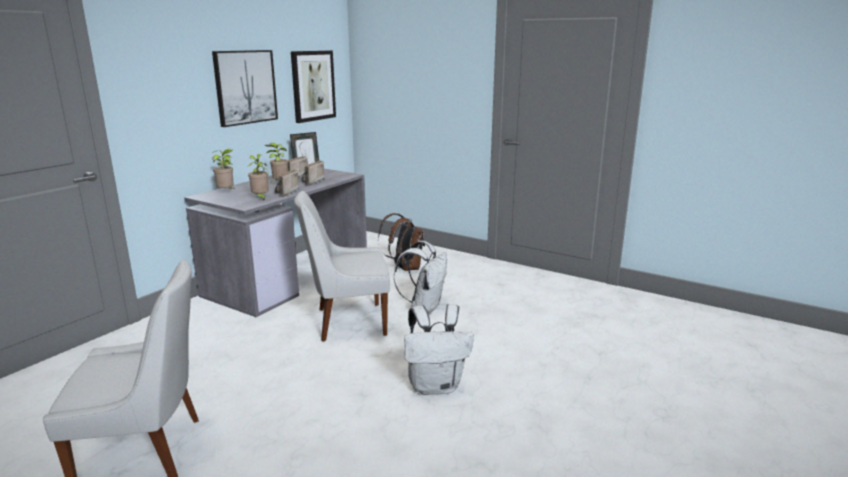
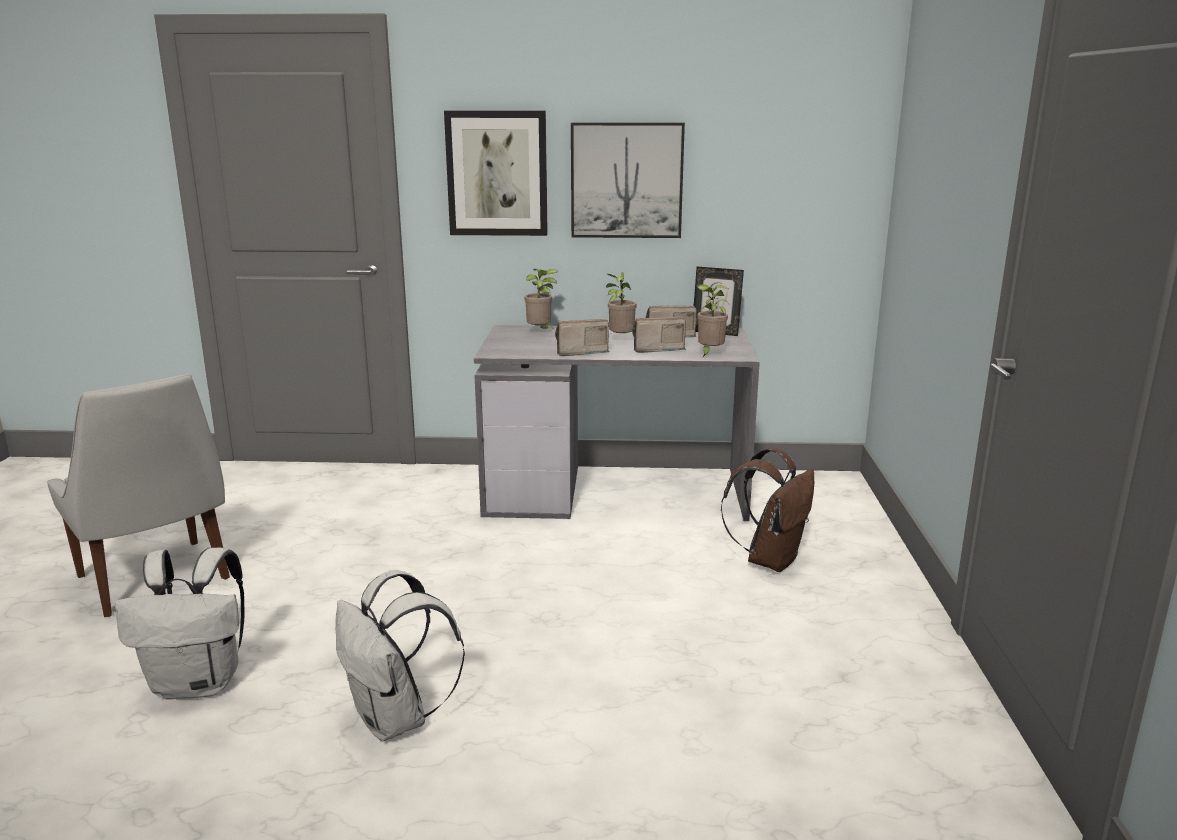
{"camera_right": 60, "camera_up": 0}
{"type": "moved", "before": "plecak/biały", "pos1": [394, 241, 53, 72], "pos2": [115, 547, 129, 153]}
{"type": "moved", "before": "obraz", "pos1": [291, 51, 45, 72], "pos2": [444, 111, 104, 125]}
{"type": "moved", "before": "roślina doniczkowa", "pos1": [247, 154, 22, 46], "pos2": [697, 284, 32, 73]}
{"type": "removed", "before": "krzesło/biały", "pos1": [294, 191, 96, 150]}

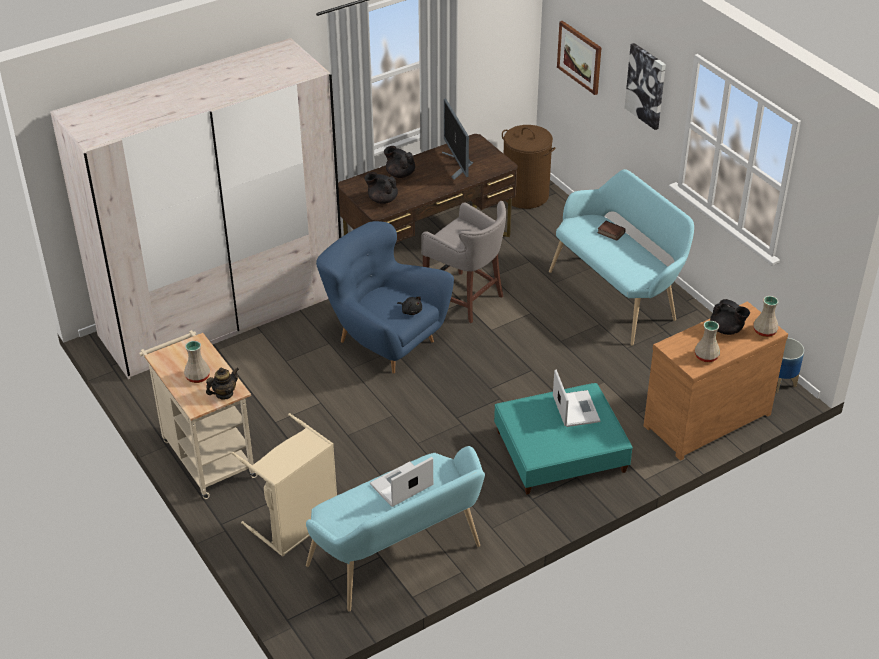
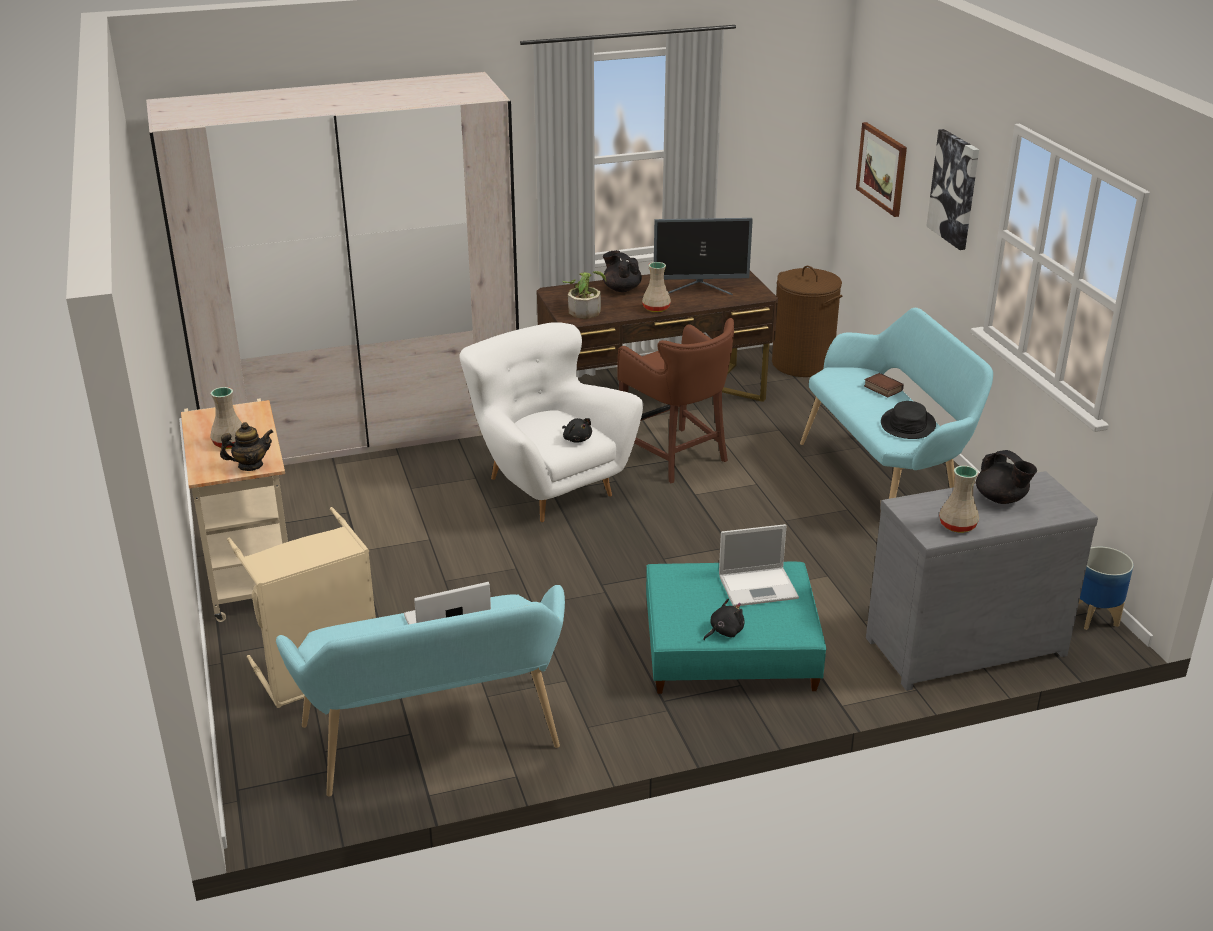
{"camera_right": 15, "camera_up": -10}
{"type": "recoloured", "before": "fotel/niebieski", "after": "fotel/biały", "pos1": [316, 221, 138, 153], "pos2": [459, 322, 184, 200]}
{"type": "replaced", "before": "imbryk/czarny", "after": "roślina doniczkowa", "pos1": [364, 172, 34, 32], "pos2": [562, 271, 44, 48]}
{"type": "recoloured", "before": "stołek/szary", "after": "stołek/brązowy", "pos1": [421, 201, 85, 122], "pos2": [617, 318, 117, 165]}
{"type": "moved", "before": "wazon/beżowy", "pos1": [753, 296, 25, 41], "pos2": [642, 262, 29, 50]}
{"type": "turned", "before": "monitor", "pos1": [442, 98, 31, 82], "pos2": [654, 218, 99, 77], "turn": -90}
{"type": "added", "after": "pluszak/czarny", "pos2": [703, 599, 41, 41]}
{"type": "turned", "before": "laptop", "pos1": [553, 370, 47, 57], "pos2": [719, 524, 80, 83], "turn": 75}
{"type": "recoloured", "before": "komoda/brązowy", "after": "komoda/szary", "pos1": [643, 301, 145, 160], "pos2": [866, 471, 232, 220]}
{"type": "added", "after": "kapelusz/czarny", "pos2": [881, 401, 55, 38]}

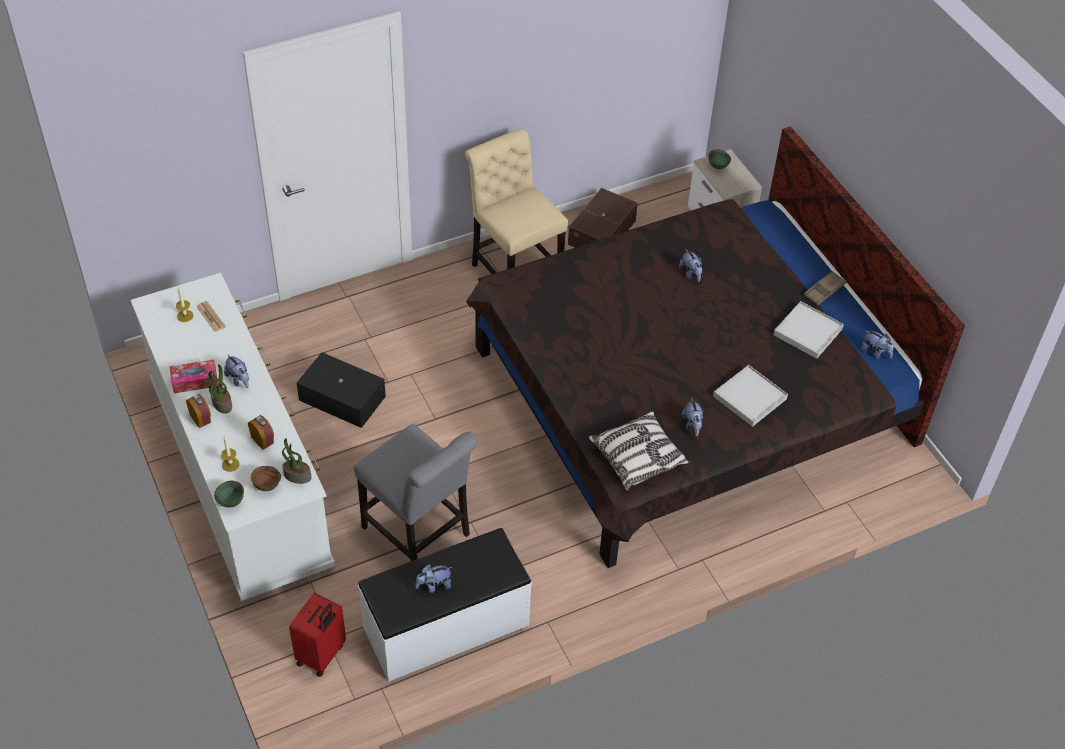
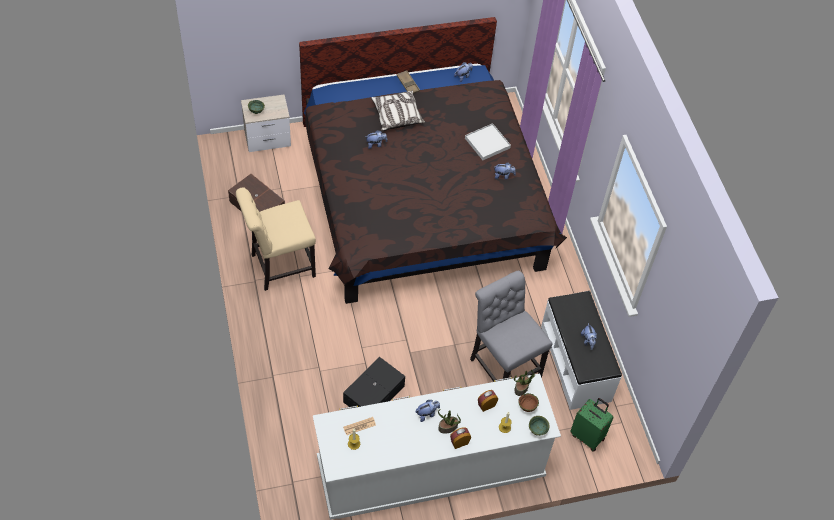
{"camera_right": -80, "camera_up": 5}
{"type": "moved", "before": "poduszka", "pos1": [588, 411, 102, 80], "pos2": [371, 90, 54, 41]}
{"type": "turned", "before": "krzesło/szary", "pos1": [354, 424, 124, 137], "pos2": [470, 270, 83, 112], "turn": -90}
{"type": "recoloured", "before": "walizka/czerwony", "after": "walizka/zielony", "pos1": [289, 593, 57, 84], "pos2": [570, 398, 44, 54]}
{"type": "removed", "before": "pudełko chusteczek", "pos1": [170, 360, 48, 33]}
{"type": "removed", "before": "taca/biały", "pos1": [773, 301, 71, 58]}

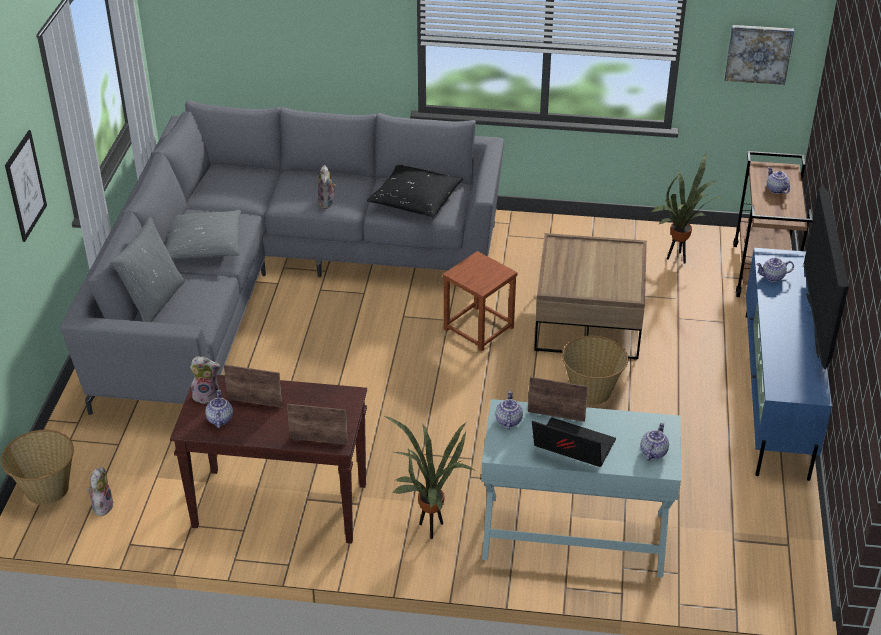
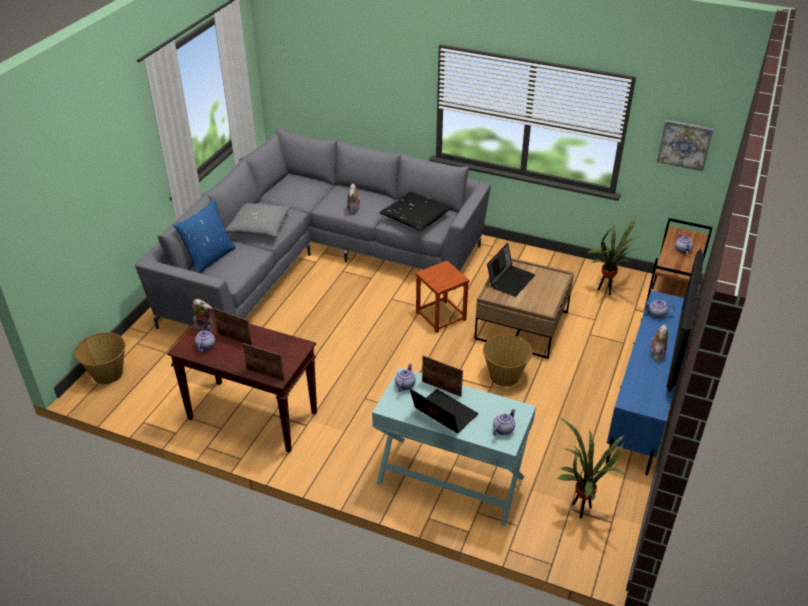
{"camera_right": 15, "camera_up": 0}
{"type": "recoloured", "before": "poduszka/szary", "after": "poduszka/niebieski", "pos1": [110, 217, 75, 105], "pos2": [174, 200, 62, 73]}
{"type": "added", "after": "laptop", "pos2": [487, 243, 48, 54]}
{"type": "moved", "before": "roślina doniczkowa", "pos1": [383, 415, 91, 124], "pos2": [556, 418, 69, 100]}
{"type": "moved", "before": "pluszak", "pos1": [87, 467, 27, 49], "pos2": [649, 324, 19, 37]}
{"type": "removed", "before": "obraz", "pos1": [5, 130, 42, 112]}

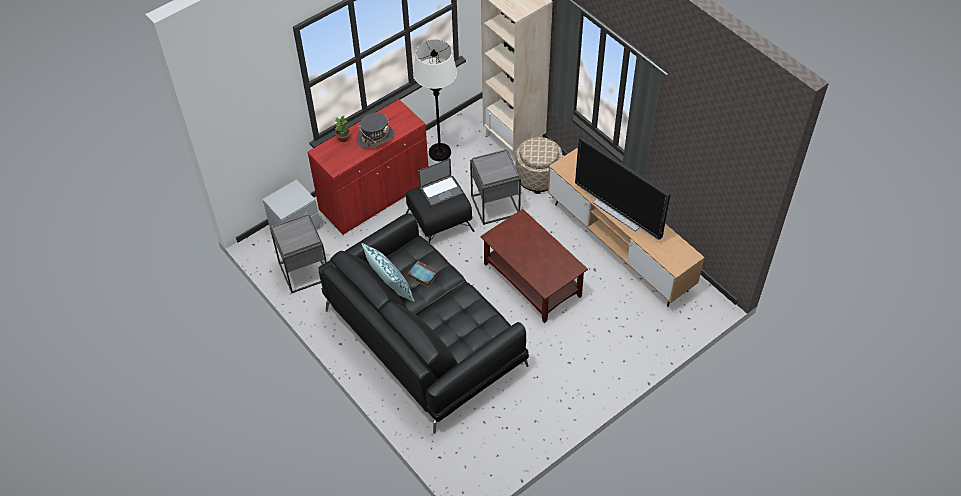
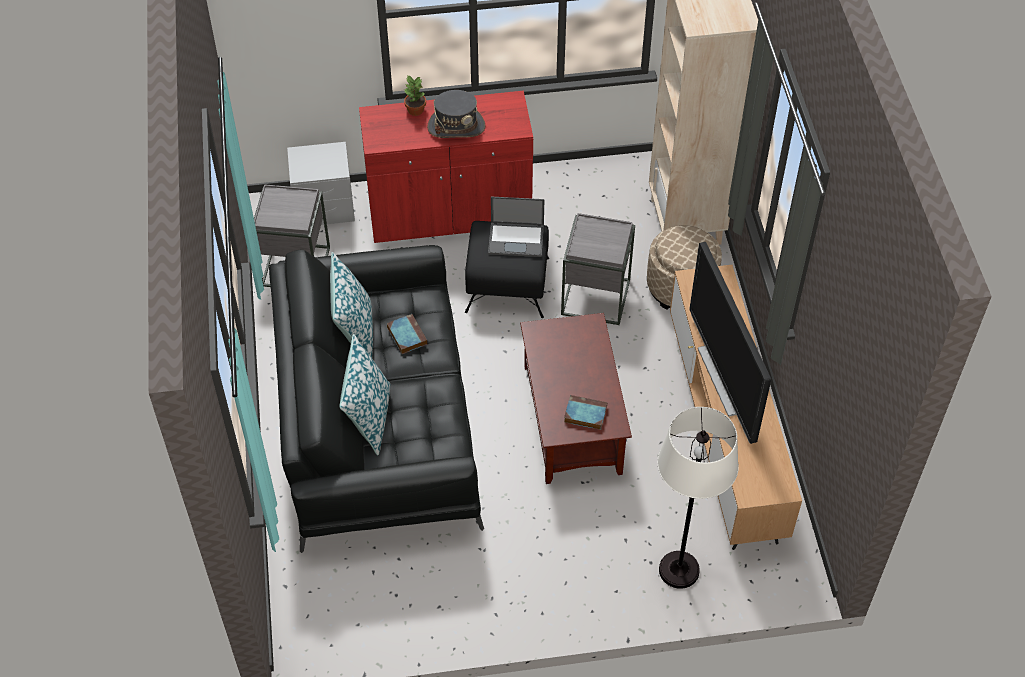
{"camera_right": 30, "camera_up": 0}
{"type": "added", "after": "poduszka", "pos2": [339, 334, 52, 121]}
{"type": "added", "after": "książka", "pos2": [564, 395, 43, 35]}
{"type": "moved", "before": "lampa stojąca/biały", "pos1": [413, 39, 44, 122], "pos2": [657, 407, 82, 182]}

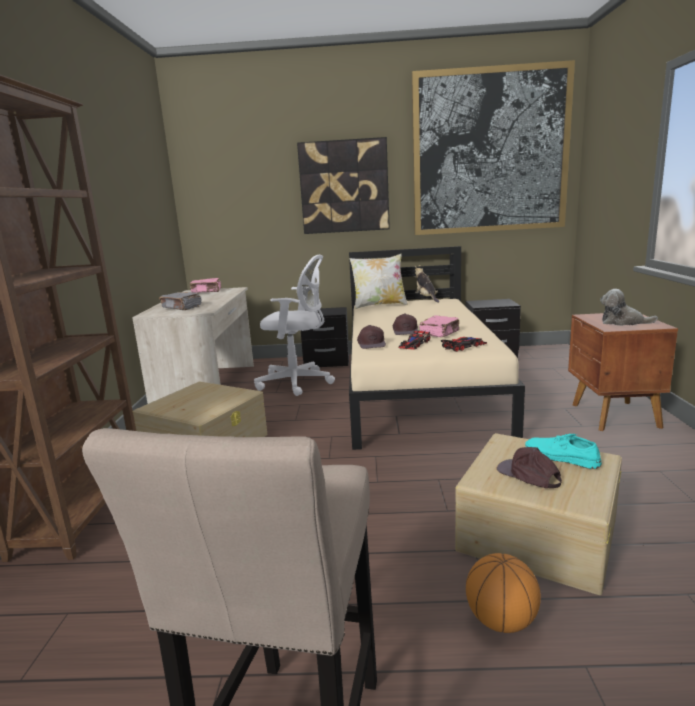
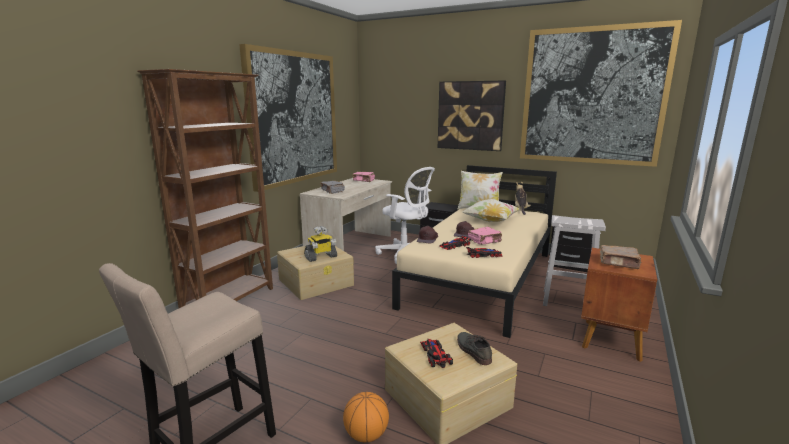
{"camera_right": 25, "camera_up": 0}
{"type": "added", "after": "obraz", "pos2": [239, 44, 98, 148]}
{"type": "added", "after": "robot zabawkowy", "pos2": [304, 226, 33, 36]}
{"type": "replaced", "before": "czapka z daszkiem/brązowy", "after": "samochodzik", "pos1": [497, 447, 65, 41], "pos2": [420, 339, 33, 29]}
{"type": "recoloured", "before": "but/turkusowy", "after": "but/szary", "pos1": [525, 433, 77, 36], "pos2": [457, 332, 35, 33]}
{"type": "added", "after": "poduszka", "pos2": [462, 199, 58, 23]}
{"type": "added", "after": "stołek/biały", "pos2": [543, 215, 63, 91]}
{"type": "replaced", "before": "pluszak", "after": "książka/brązowy", "pos1": [600, 289, 58, 37], "pos2": [600, 245, 42, 24]}

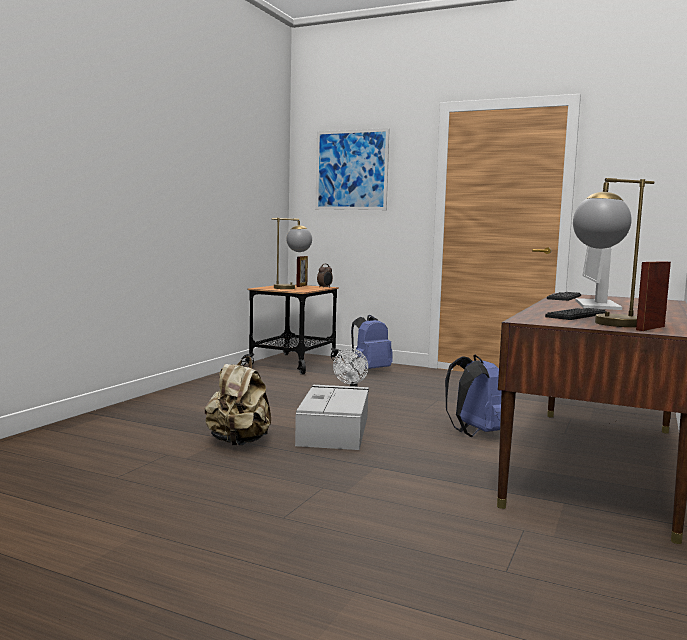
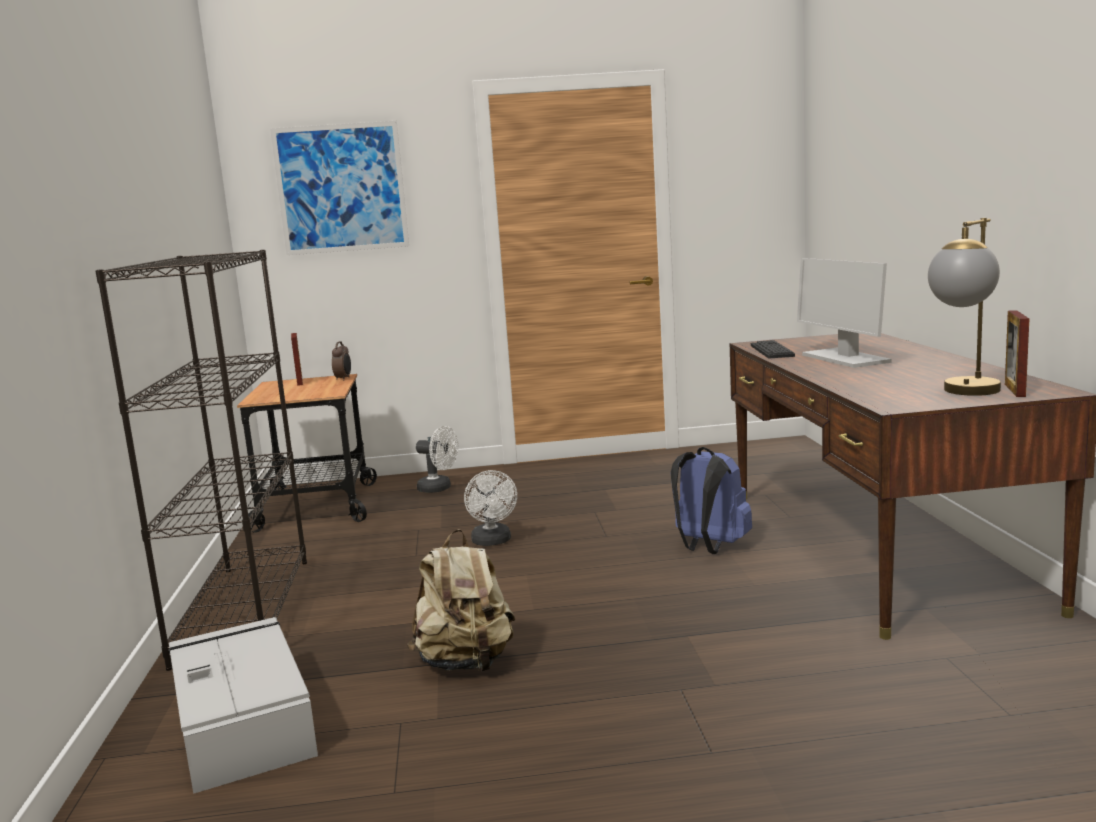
{"camera_right": -30, "camera_up": 5}
{"type": "added", "after": "regał/czarny", "pos2": [96, 250, 211, 421]}
{"type": "moved", "before": "pojemnik do przechowywania/szary", "pos1": [295, 385, 74, 65], "pos2": [169, 617, 149, 177]}
{"type": "replaced", "before": "plecak/niebieski", "after": "wentylator/biały", "pos1": [351, 315, 42, 54], "pos2": [416, 426, 43, 67]}
{"type": "removed", "before": "lampa stołowa", "pos1": [272, 218, 40, 71]}
{"type": "removed", "before": "klawiatura", "pos1": [545, 308, 62, 12]}

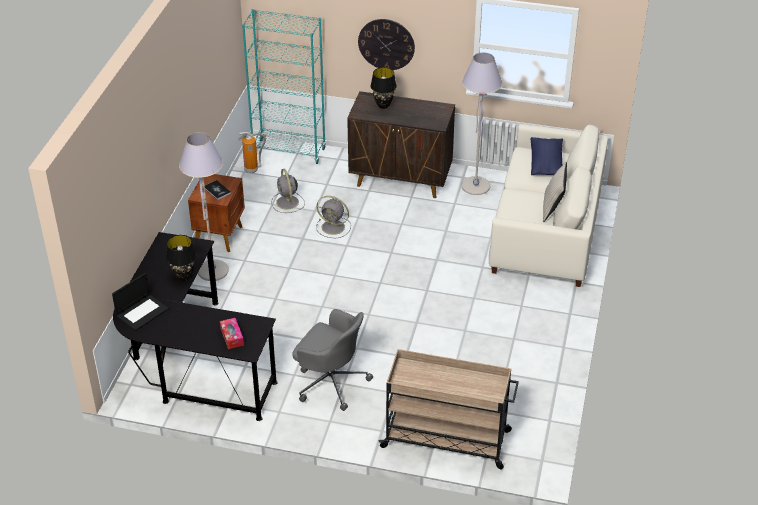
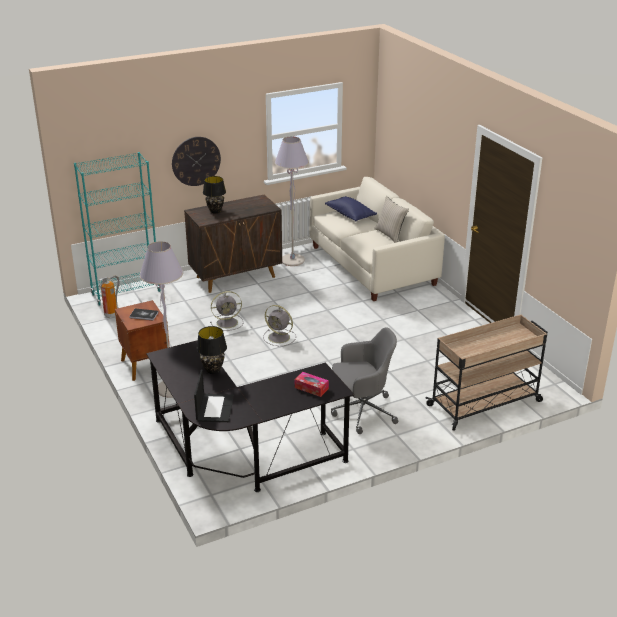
{"camera_right": -40, "camera_up": -10}
{"type": "moved", "before": "wentylator/szary", "pos1": [271, 169, 34, 44], "pos2": [263, 305, 33, 41]}

